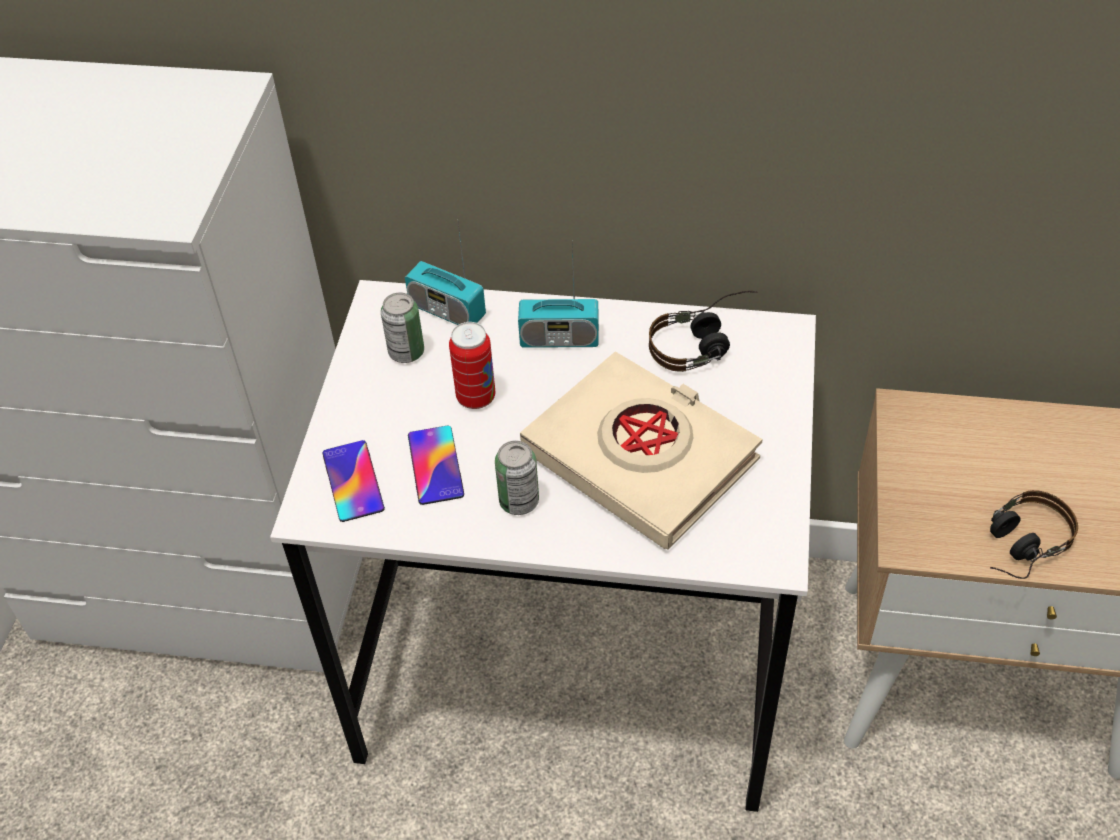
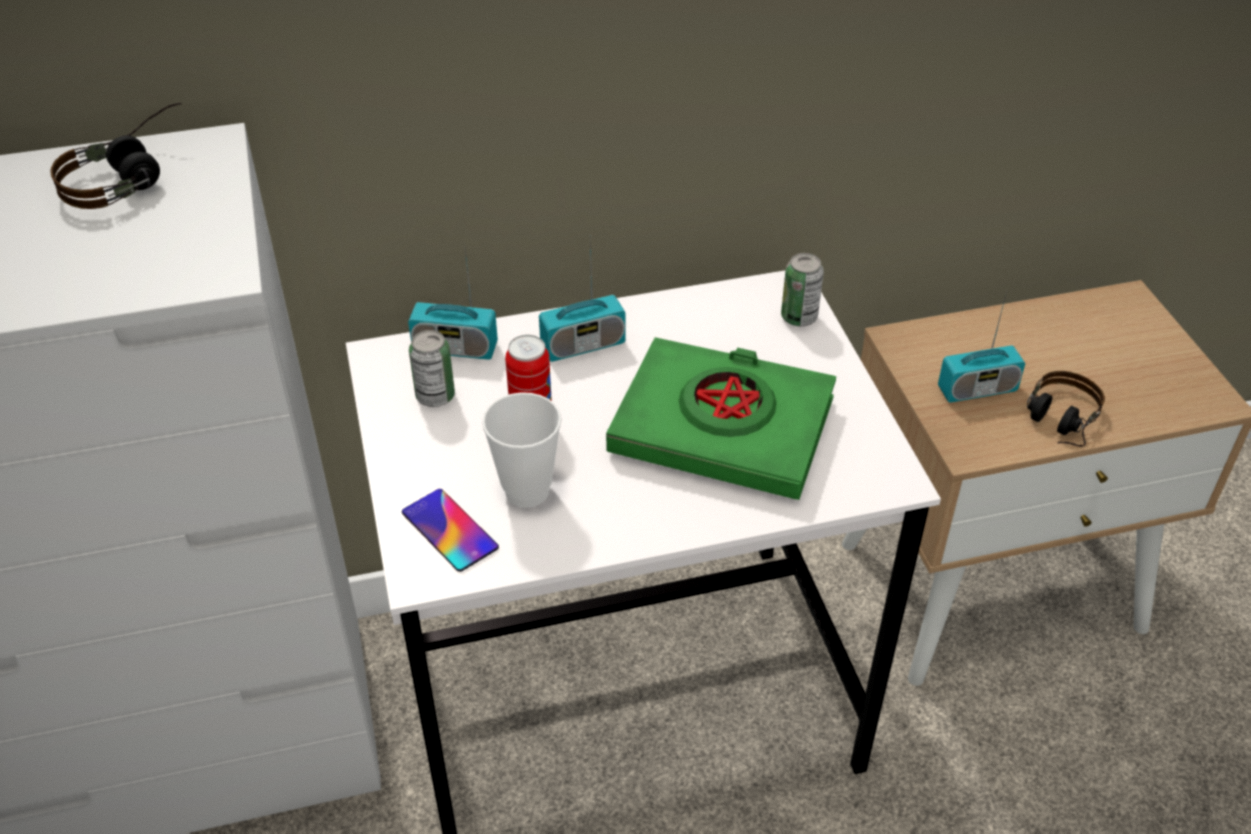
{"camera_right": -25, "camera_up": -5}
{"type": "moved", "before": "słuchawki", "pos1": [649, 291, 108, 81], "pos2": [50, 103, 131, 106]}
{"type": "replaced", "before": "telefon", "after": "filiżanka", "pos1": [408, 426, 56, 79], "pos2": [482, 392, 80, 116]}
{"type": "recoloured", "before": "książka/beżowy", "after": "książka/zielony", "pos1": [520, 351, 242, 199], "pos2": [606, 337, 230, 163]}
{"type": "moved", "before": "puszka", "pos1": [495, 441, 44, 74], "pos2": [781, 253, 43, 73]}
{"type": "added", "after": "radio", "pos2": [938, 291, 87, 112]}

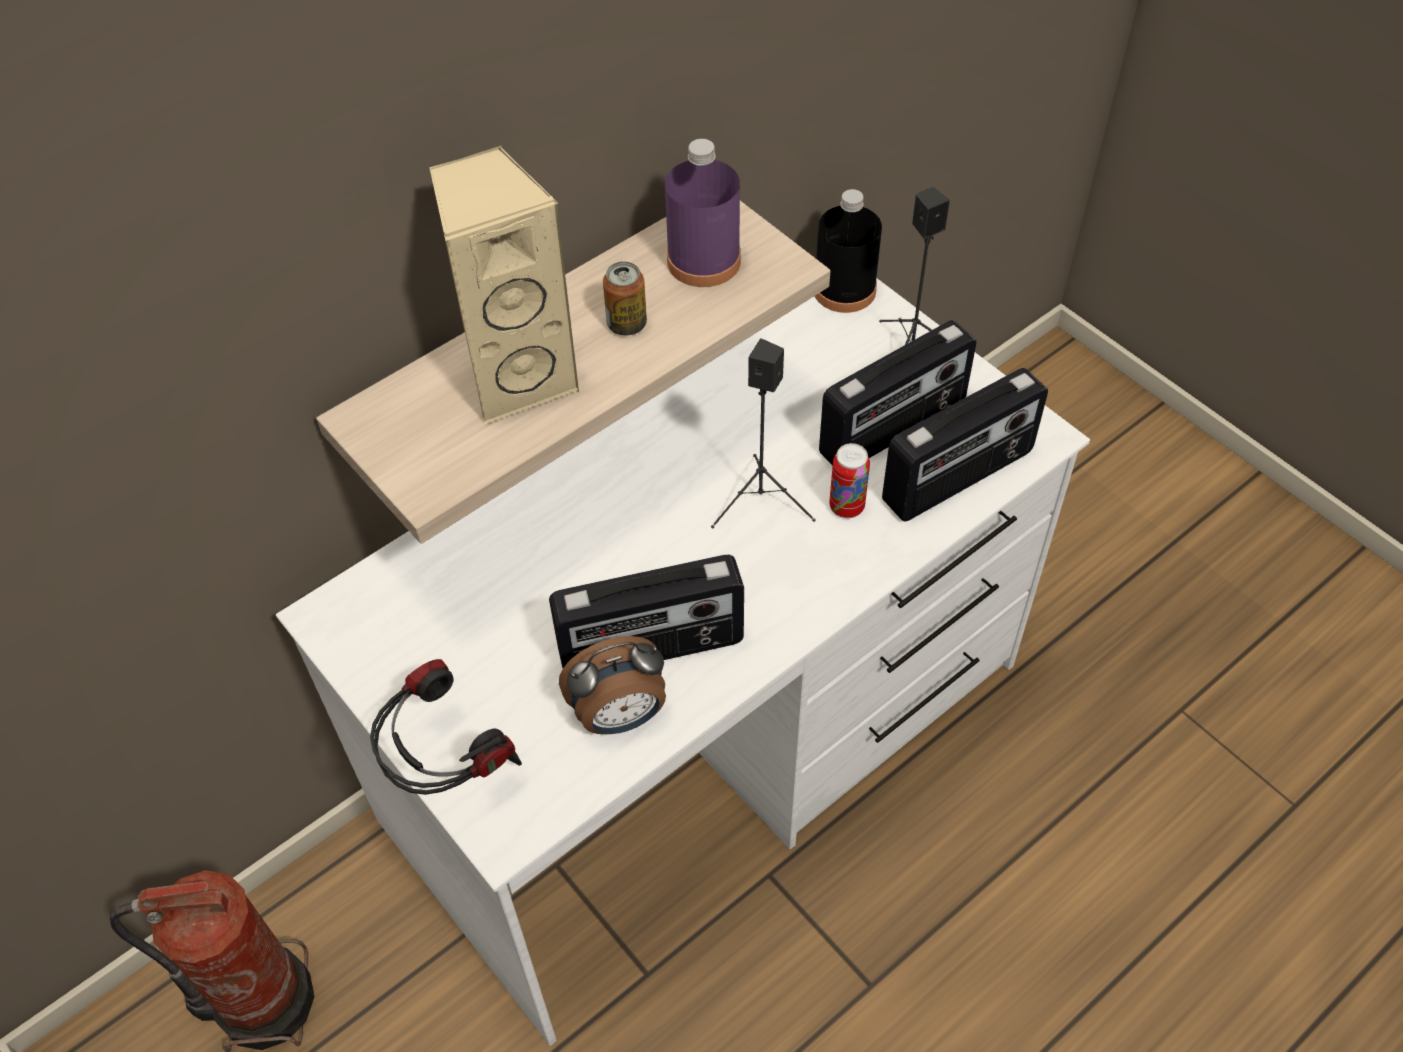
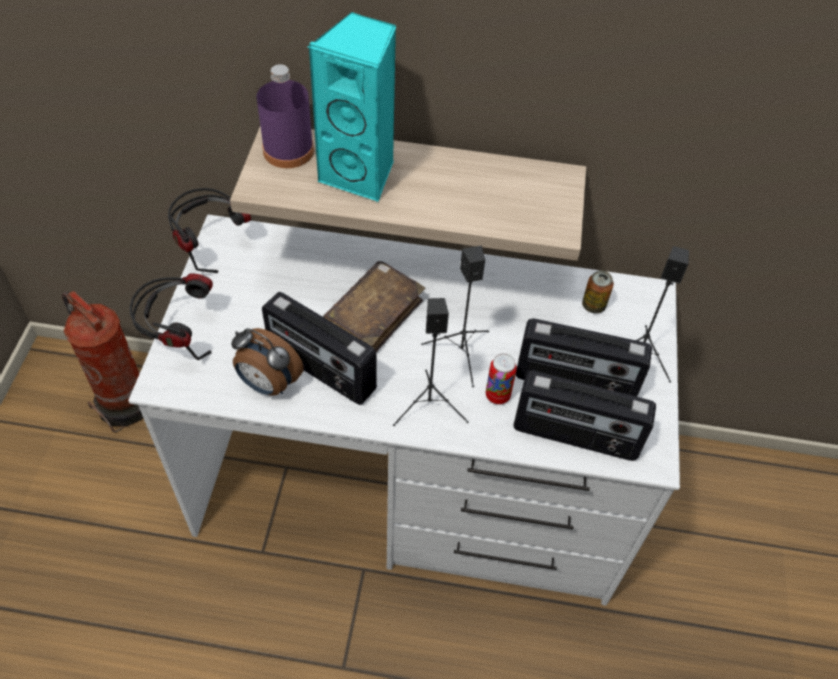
{"camera_right": 45, "camera_up": 0}
{"type": "added", "after": "słuchawki", "pos2": [168, 188, 83, 85]}
{"type": "moved", "before": "butelka/fioletowy", "pos1": [665, 139, 76, 148], "pos2": [257, 64, 57, 104]}
{"type": "recoloured", "before": "głośnik/beżowy", "after": "głośnik/turkusowy", "pos1": [429, 146, 152, 278], "pos2": [308, 12, 88, 190]}
{"type": "added", "after": "książka/brązowy", "pos2": [323, 261, 102, 91]}
{"type": "added", "after": "głośnik/czarny", "pos2": [393, 298, 76, 128]}
{"type": "moved", "before": "puszka", "pos1": [603, 261, 44, 75], "pos2": [582, 270, 32, 43]}
{"type": "removed", "before": "butelka/czarny", "pos1": [815, 189, 67, 124]}

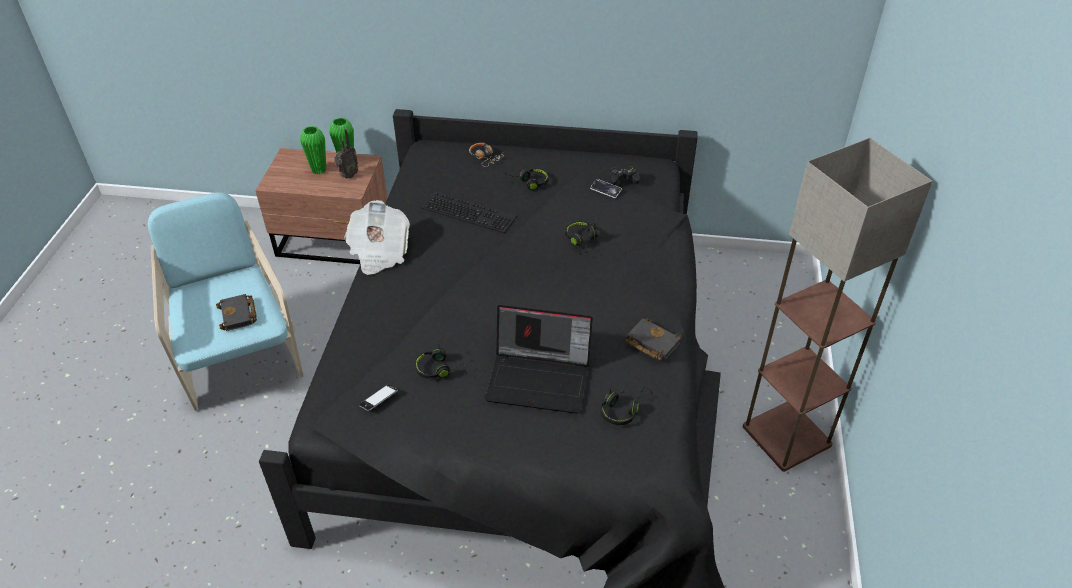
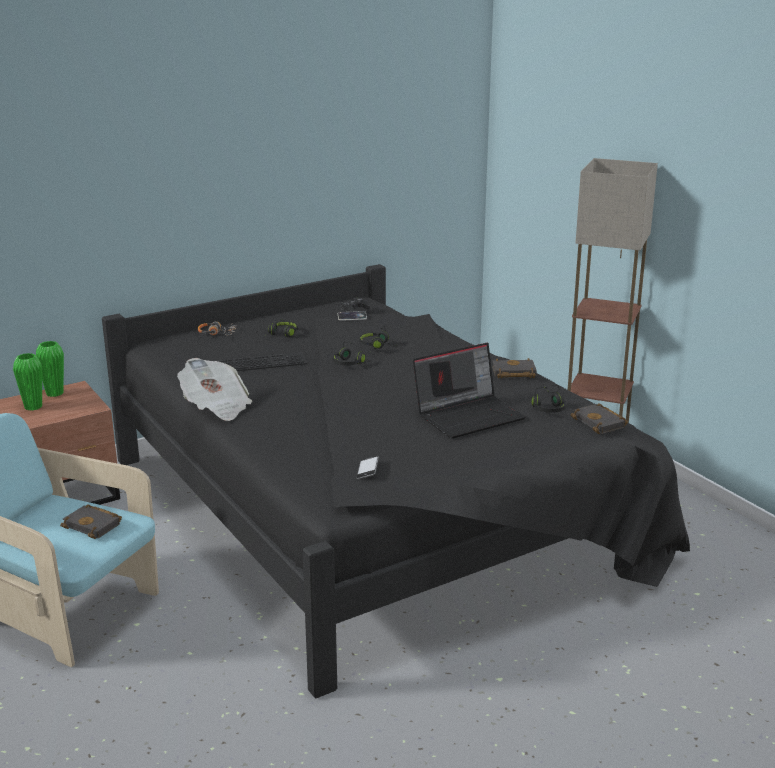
{"camera_right": -40, "camera_up": -20}
{"type": "moved", "before": "słuchawki/czarny", "pos1": [415, 344, 52, 35], "pos2": [332, 341, 47, 25]}
{"type": "added", "after": "książka/czarny", "pos2": [571, 403, 57, 31]}
{"type": "removed", "before": "radio", "pos1": [334, 129, 25, 49]}

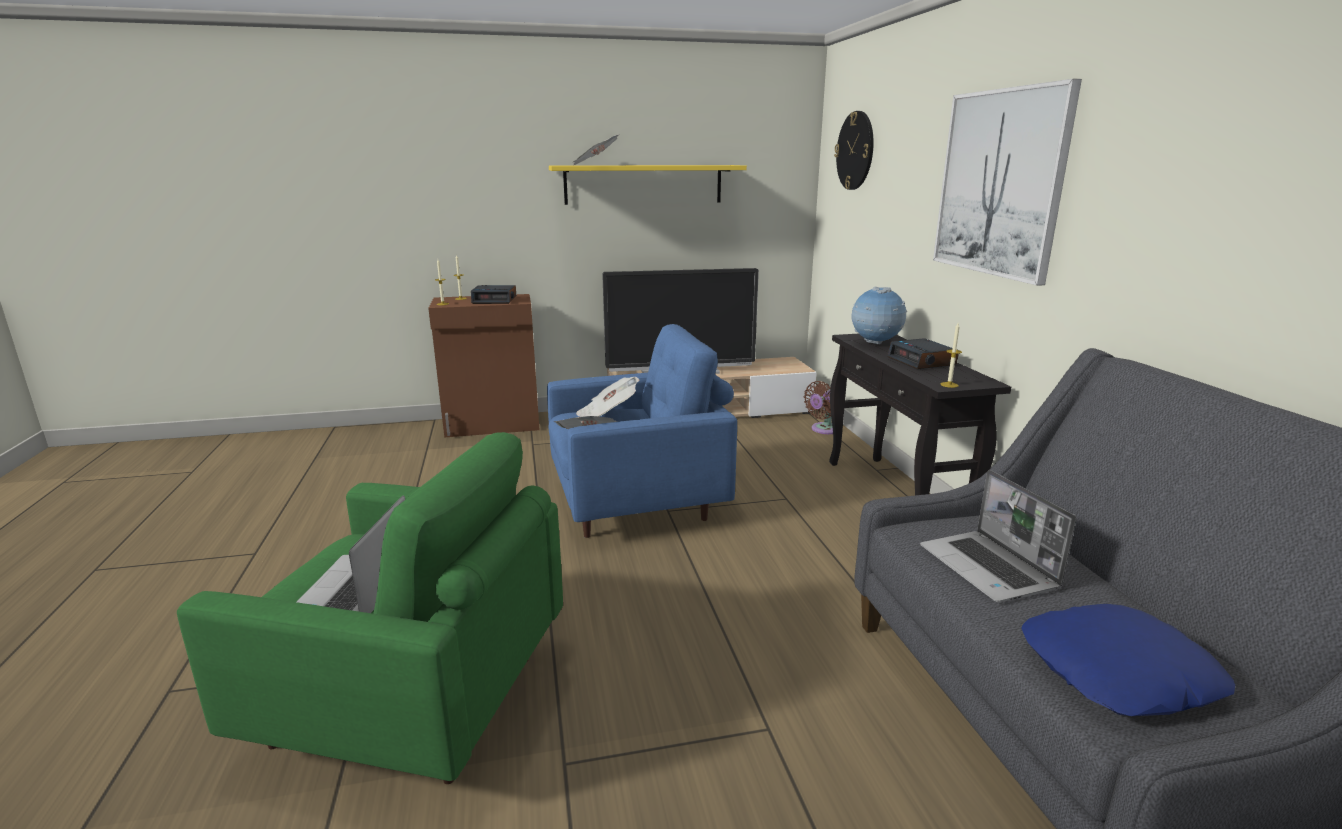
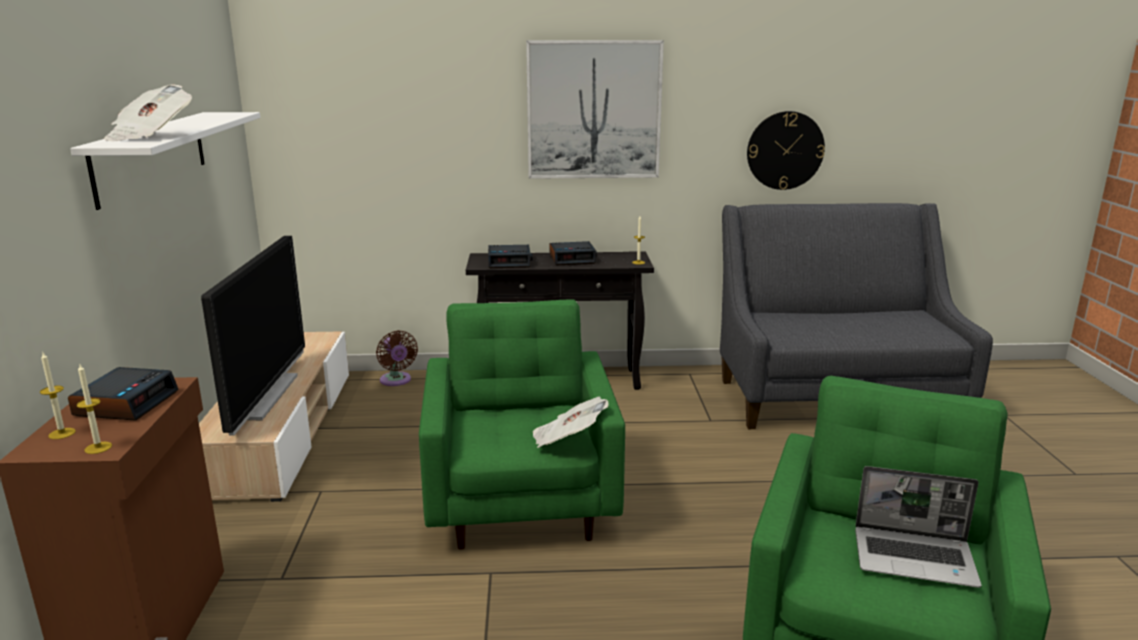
{"camera_right": -80, "camera_up": 0}
{"type": "recoloured", "before": "półka/żółty", "after": "półka/biały", "pos1": [549, 165, 198, 40], "pos2": [70, 112, 191, 98]}
{"type": "recoloured", "before": "fotel/niebieski", "after": "fotel/zielony", "pos1": [547, 324, 190, 214], "pos2": [419, 299, 206, 251]}
{"type": "replaced", "before": "globus", "after": "budzik", "pos1": [852, 287, 55, 57], "pos2": [488, 245, 44, 23]}
{"type": "moved", "before": "zegar ścienny", "pos1": [834, 111, 40, 79], "pos2": [747, 111, 78, 79]}
{"type": "removed", "before": "gazeta", "pos1": [576, 377, 63, 40]}
{"type": "removed", "before": "laptop", "pos1": [920, 470, 157, 132]}
{"type": "removed", "before": "poduszka/niebieski", "pos1": [1021, 604, 214, 112]}

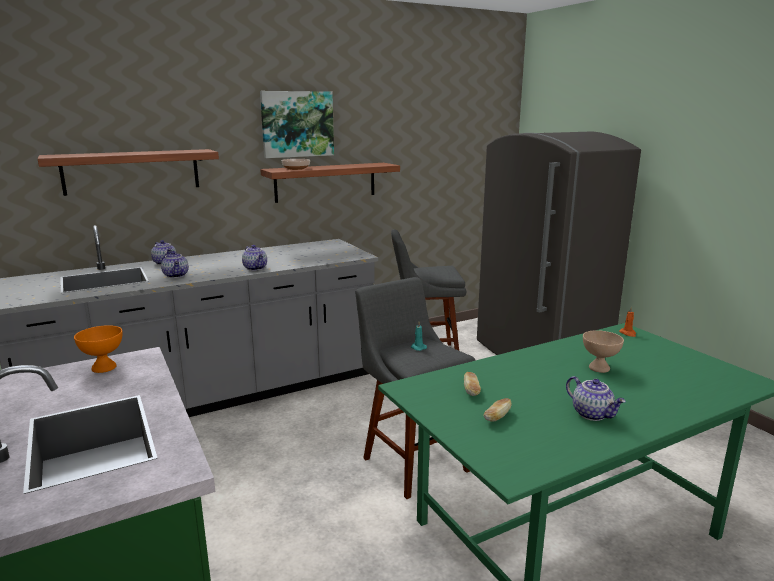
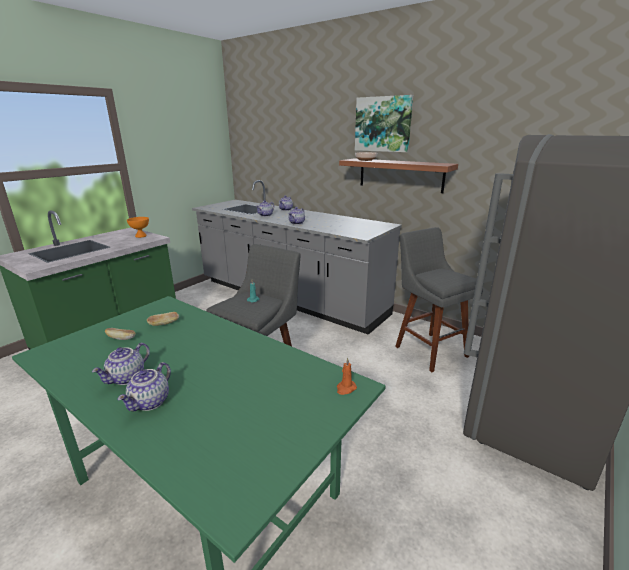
{"camera_right": 65, "camera_up": 5}
{"type": "added", "after": "imbryk", "pos2": [117, 362, 54, 49]}
{"type": "removed", "before": "półka", "pos1": [38, 149, 181, 47]}
{"type": "removed", "before": "miska/beżowy", "pos1": [583, 330, 41, 43]}

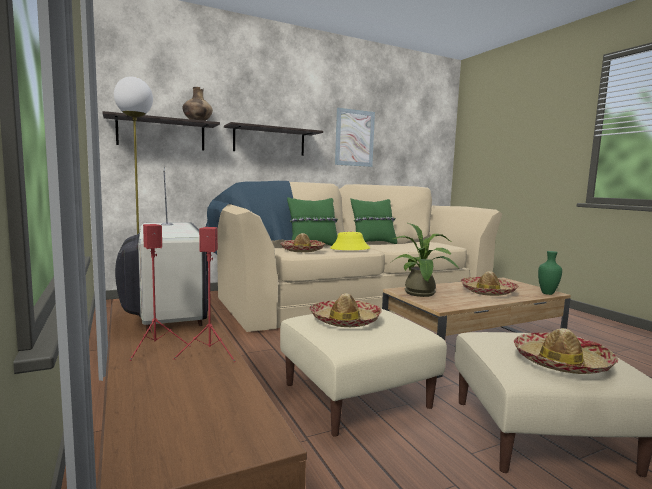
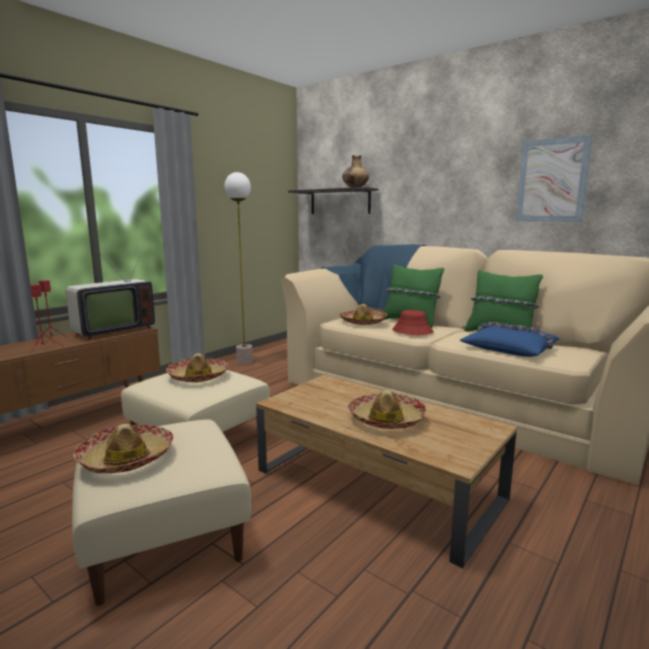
{"camera_right": 65, "camera_up": 5}
{"type": "recoloured", "before": "kapelusz/żółty", "after": "kapelusz/czerwony", "pos1": [330, 232, 40, 18], "pos2": [393, 310, 40, 25]}
{"type": "added", "after": "poduszka/niebieski", "pos2": [460, 322, 101, 35]}
{"type": "removed", "before": "półka", "pos1": [224, 122, 99, 34]}
{"type": "removed", "before": "roślina doniczkowa", "pos1": [390, 223, 69, 74]}
{"type": "removed", "before": "wazon/zielony", "pos1": [538, 251, 24, 44]}

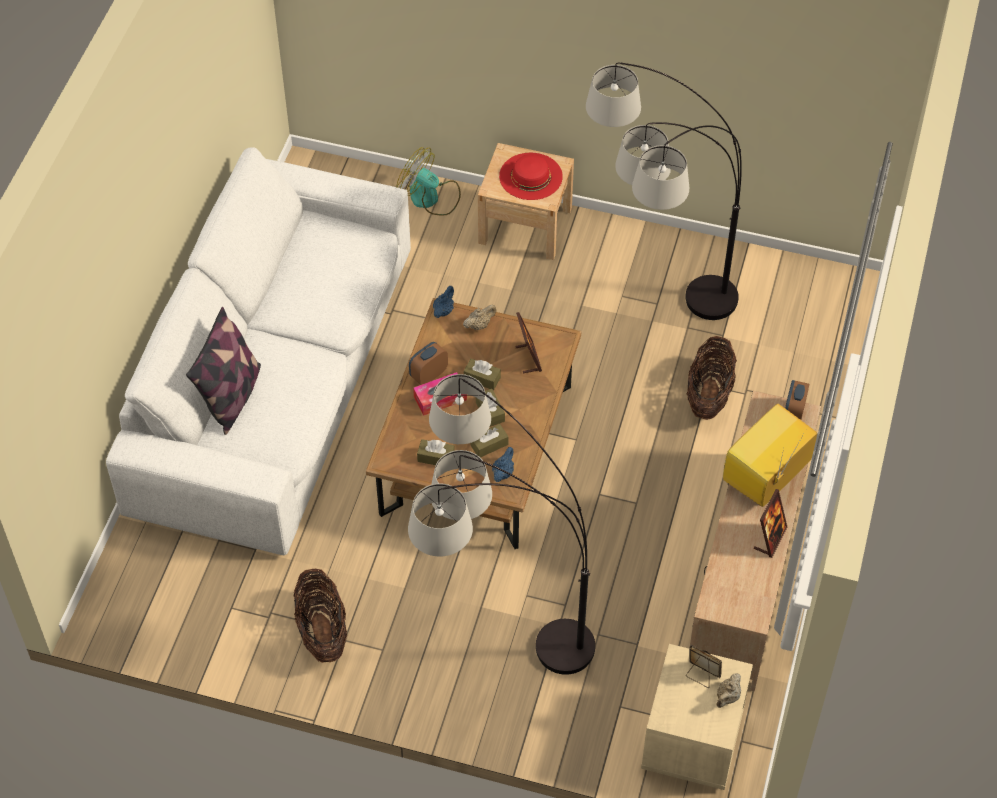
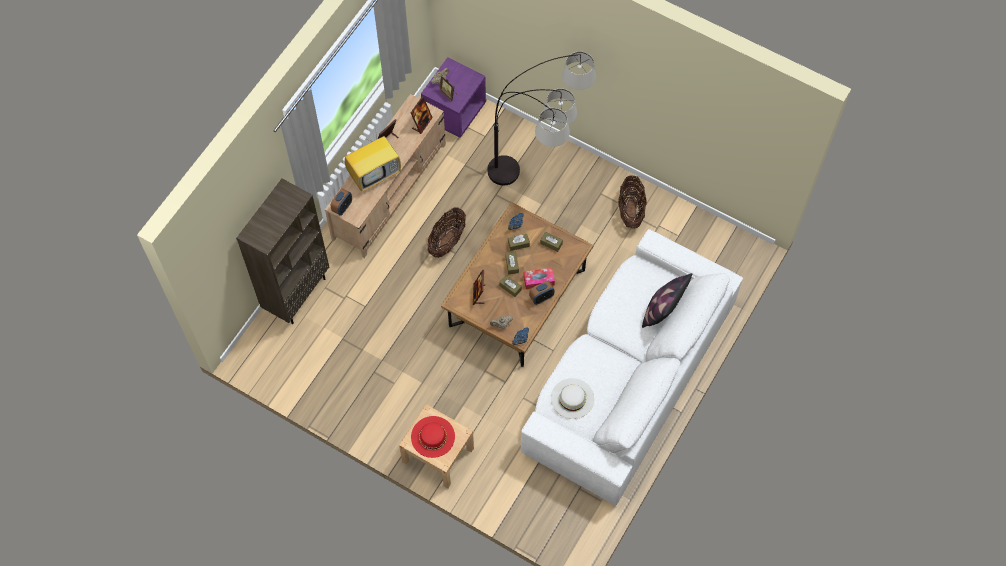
{"camera_right": -165, "camera_up": 10}
{"type": "added", "after": "regał/brązowy", "pos2": [236, 179, 93, 145]}
{"type": "added", "after": "ramka na zdjęcie", "pos2": [411, 96, 22, 38]}
{"type": "recoloured", "before": "szafka nocna/beżowy", "after": "szafka nocna/fioletowy", "pos1": [641, 644, 112, 146], "pos2": [421, 57, 65, 81]}
{"type": "moved", "before": "koszyk", "pos1": [687, 336, 50, 84], "pos2": [428, 207, 38, 51]}
{"type": "added", "after": "kapelusz/biały", "pos2": [551, 378, 43, 41]}
{"type": "removed", "before": "wentylator", "pos1": [396, 147, 65, 69]}
{"type": "removed", "before": "lampa stojąca", "pos1": [586, 62, 156, 258]}

